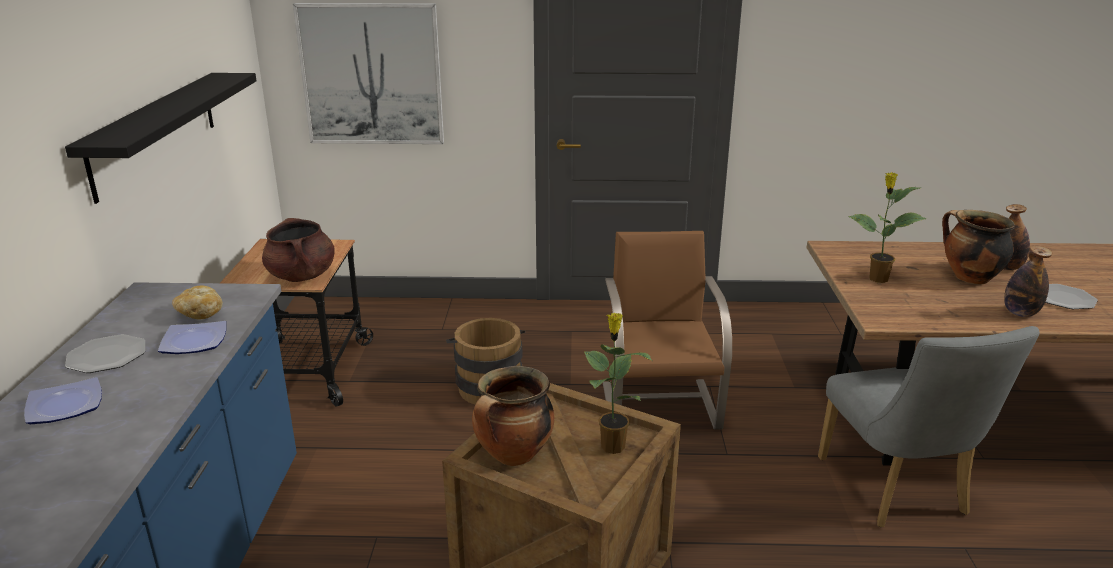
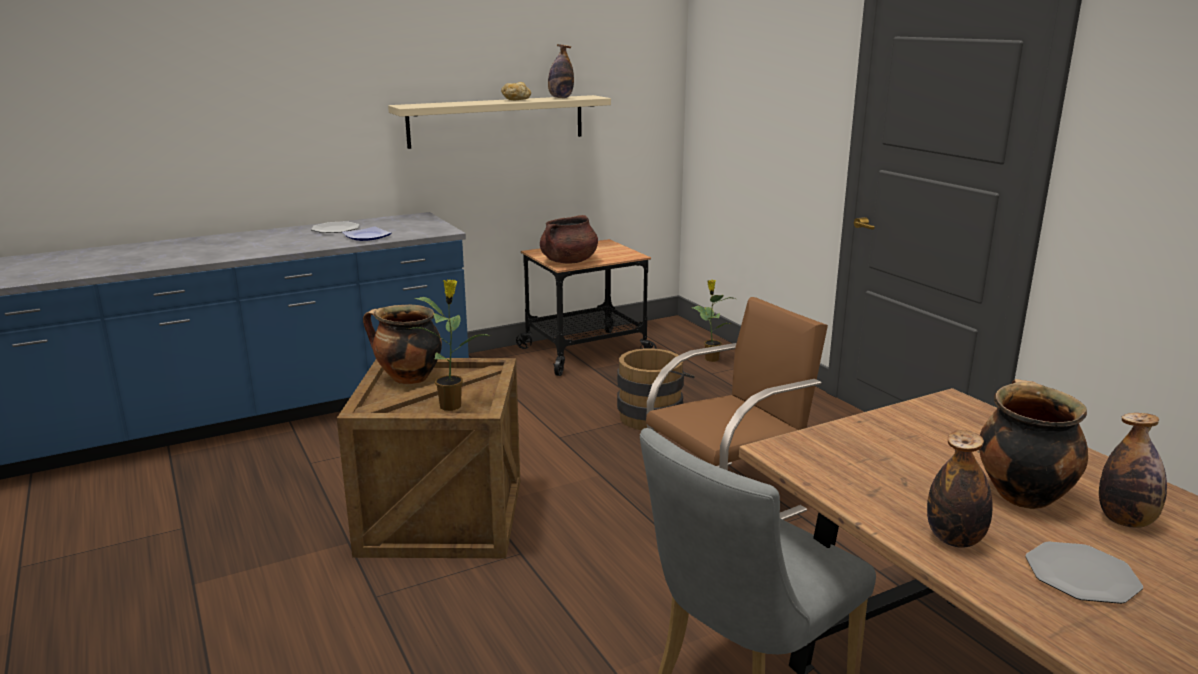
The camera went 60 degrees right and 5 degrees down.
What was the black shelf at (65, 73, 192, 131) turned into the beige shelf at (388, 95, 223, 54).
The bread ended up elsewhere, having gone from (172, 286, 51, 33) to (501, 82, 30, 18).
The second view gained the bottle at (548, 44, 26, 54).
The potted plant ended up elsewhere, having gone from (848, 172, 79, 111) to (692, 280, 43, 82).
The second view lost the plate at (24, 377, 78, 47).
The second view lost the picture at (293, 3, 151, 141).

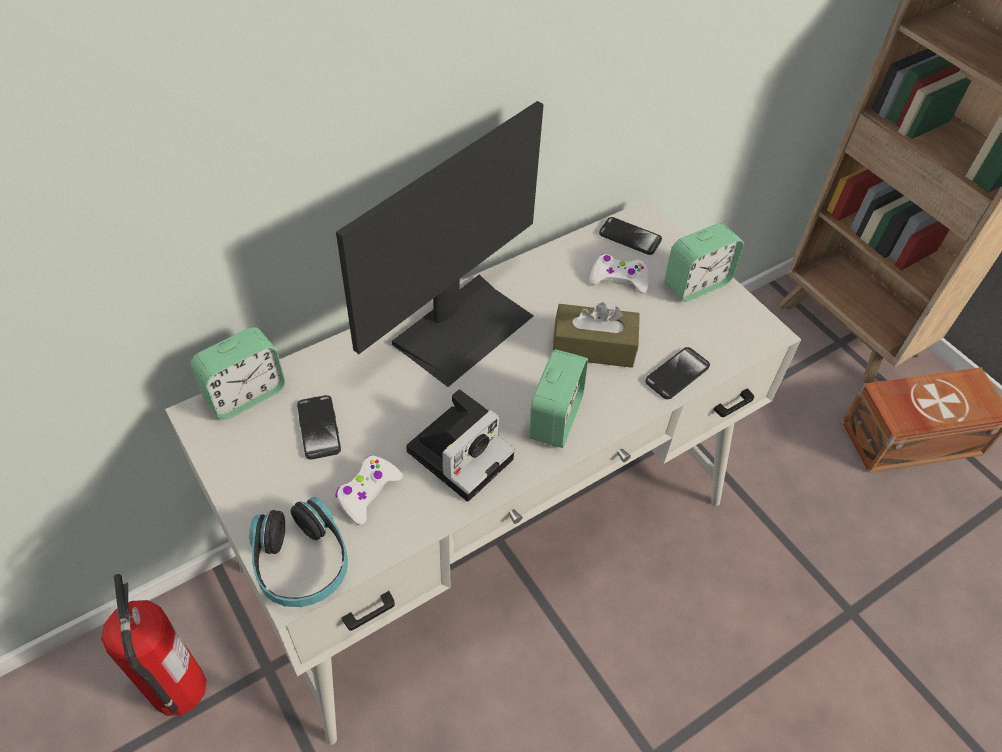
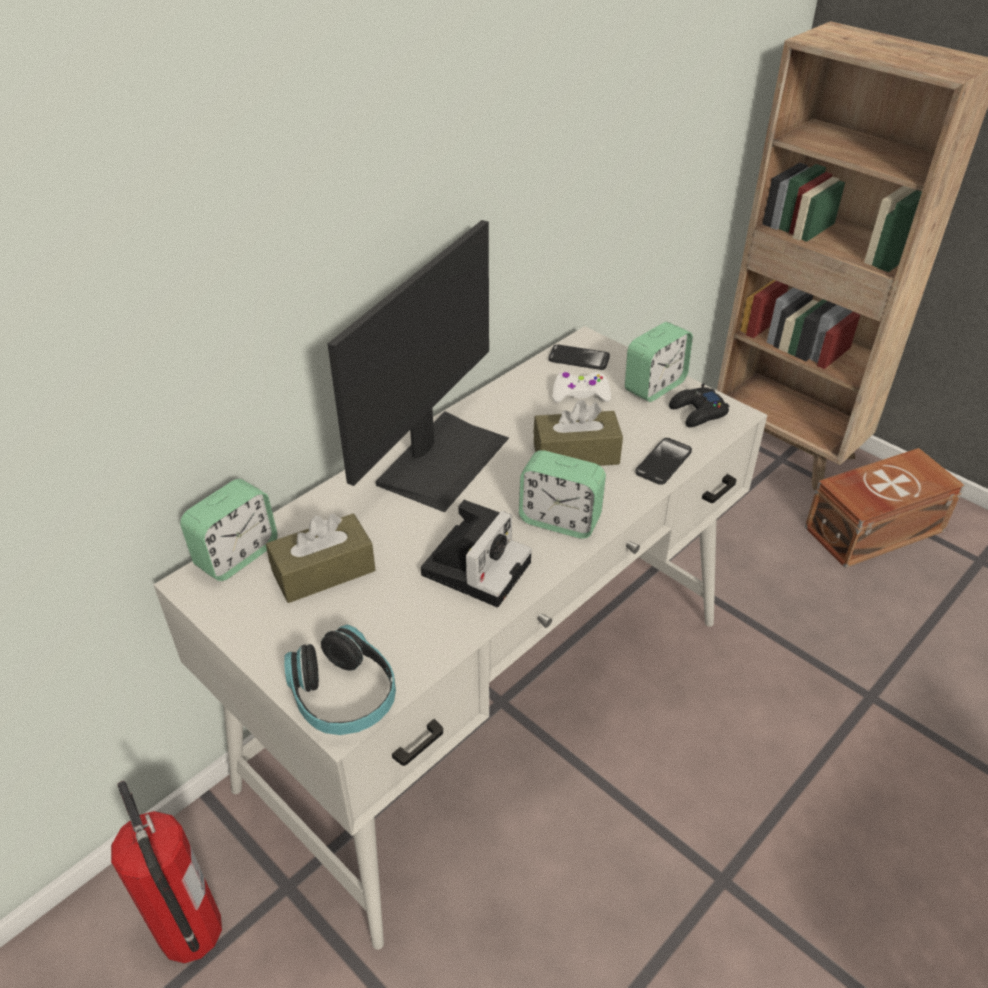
The camera went 10 degrees left and 10 degrees down.
Where the phone stood at (297, 395, 44, 65), the brown tissue box came to stand at (266, 513, 109, 90).
The alarm clock at (529, 349, 59, 99) ended up facing another way, 105 degrees clockwise from before.
The second view gained the black game controller at (669, 384, 61, 43).
The second view lost the white game controller at (335, 456, 68, 69).

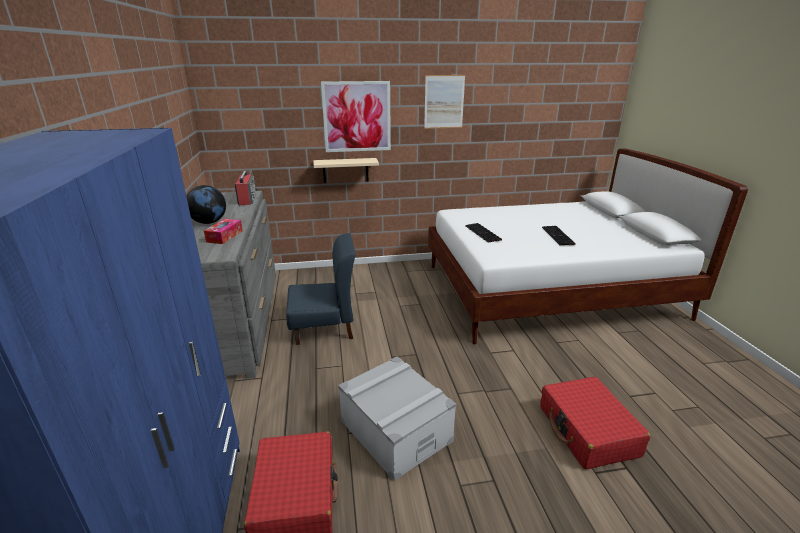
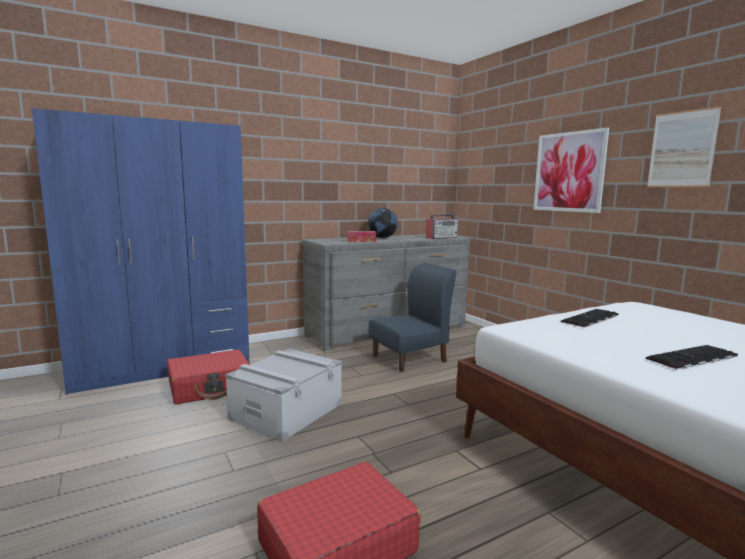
The camera went 70 degrees right and 15 degrees down.
The blue chair at (286, 233, 70, 112) ended up facing another way, 90 degrees counterclockwise from before.
The second view lost the beige shelf at (313, 158, 66, 25).

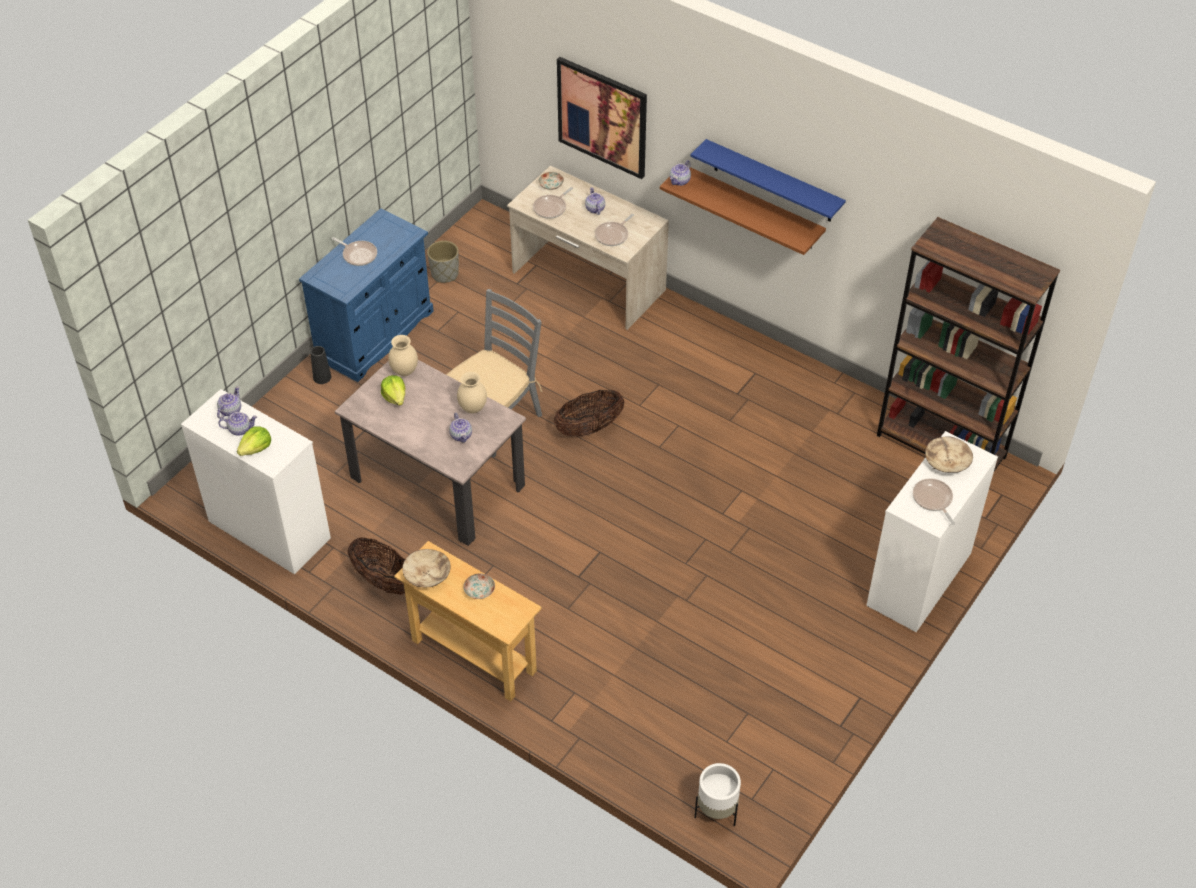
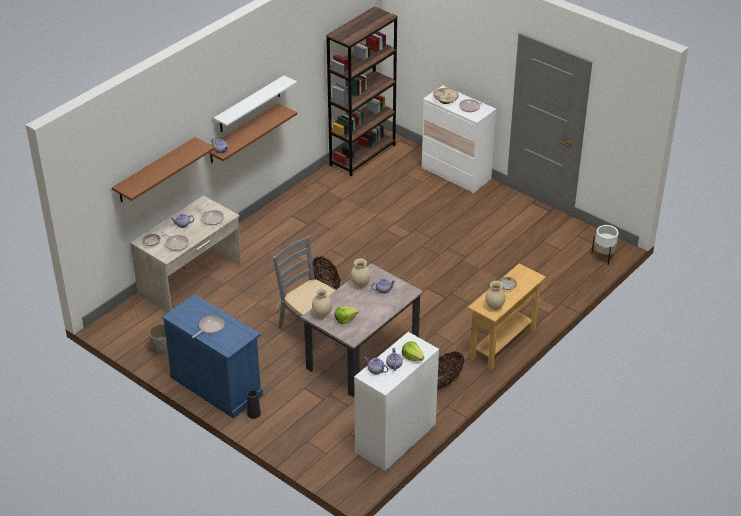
The camera went 85 degrees left and 10 degrees down.
Where the picture hung at (557, 57, 90, 122), the brown shelf came to hang at (112, 137, 103, 65).
What was the blue shelf at (690, 139, 156, 83) turned into the white shelf at (214, 76, 83, 56).
Where the beige bowl stood at (402, 549, 49, 38), the beige vase came to stand at (485, 281, 20, 29).

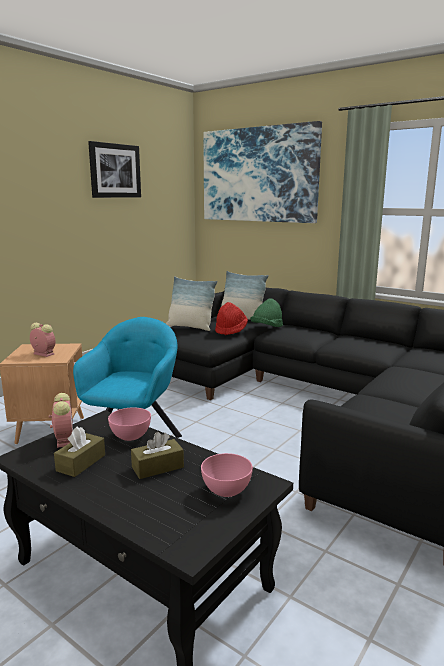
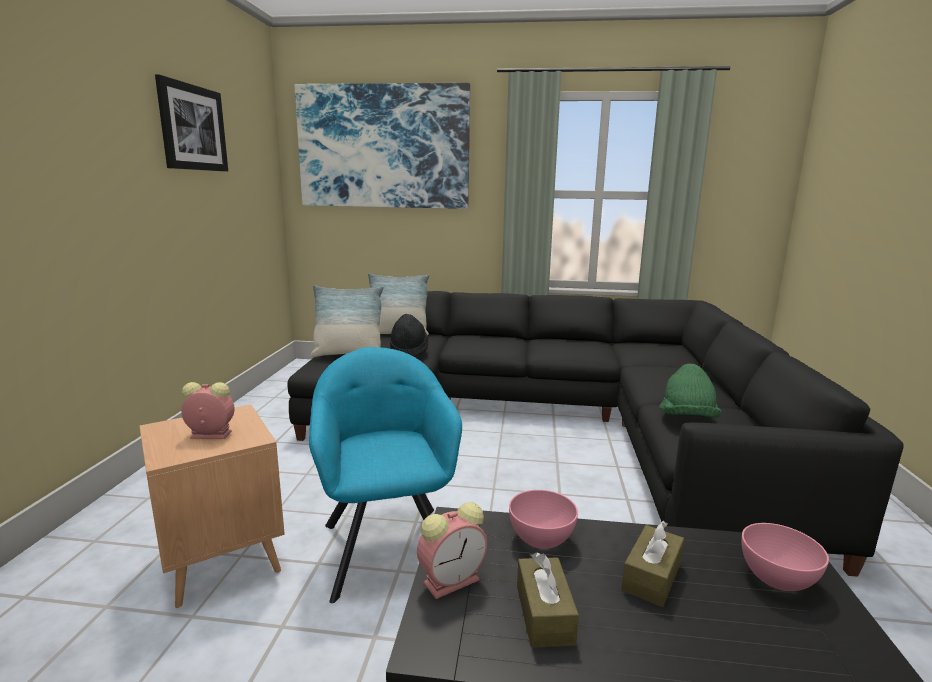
The camera went 30 degrees left and 0 degrees up.
What was the red hat at (215, 302, 33, 33) turned into the black hat at (390, 314, 38, 43).
The alarm clock at (49, 393, 24, 55) ended up facing another way, 105 degrees clockwise from before.
The green hat ended up elsewhere, having gone from (250, 298, 33, 29) to (659, 364, 63, 54).

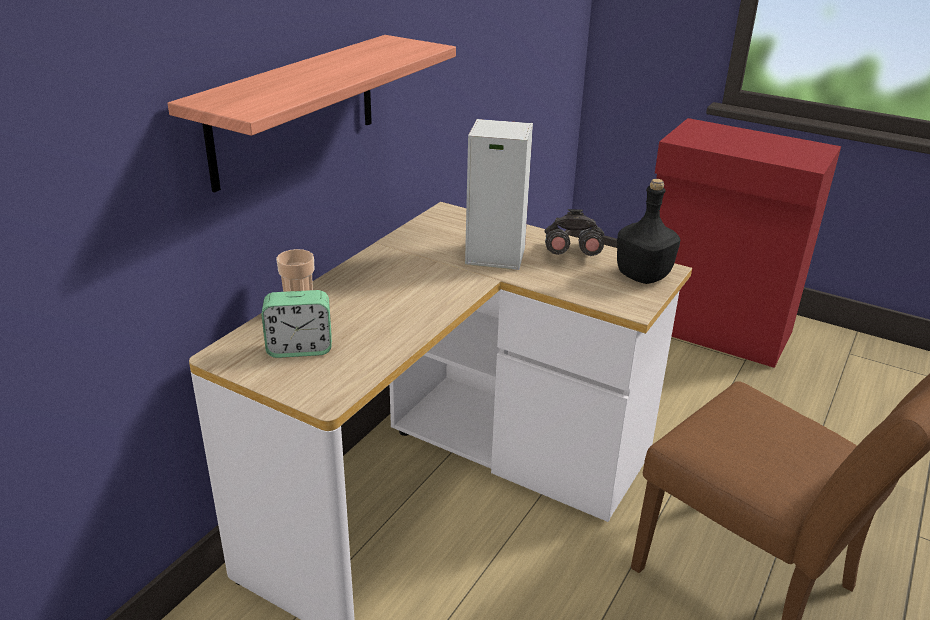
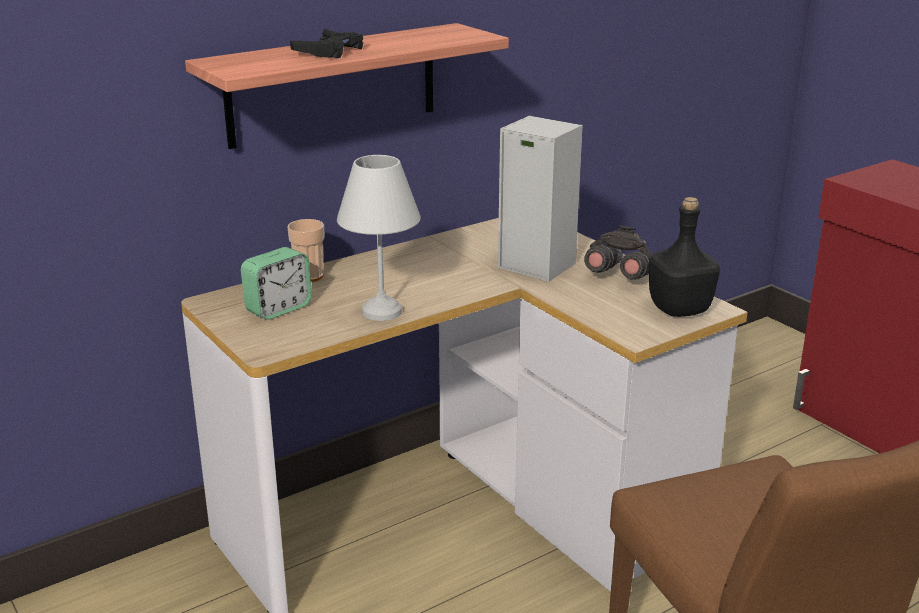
The camera went 25 degrees right and 5 degrees down.
The alarm clock at (262, 290, 70, 68) ended up facing another way, 60 degrees counterclockwise from before.
The second view gained the black game controller at (290, 29, 73, 30).
The second view gained the white table lamp at (337, 155, 84, 166).

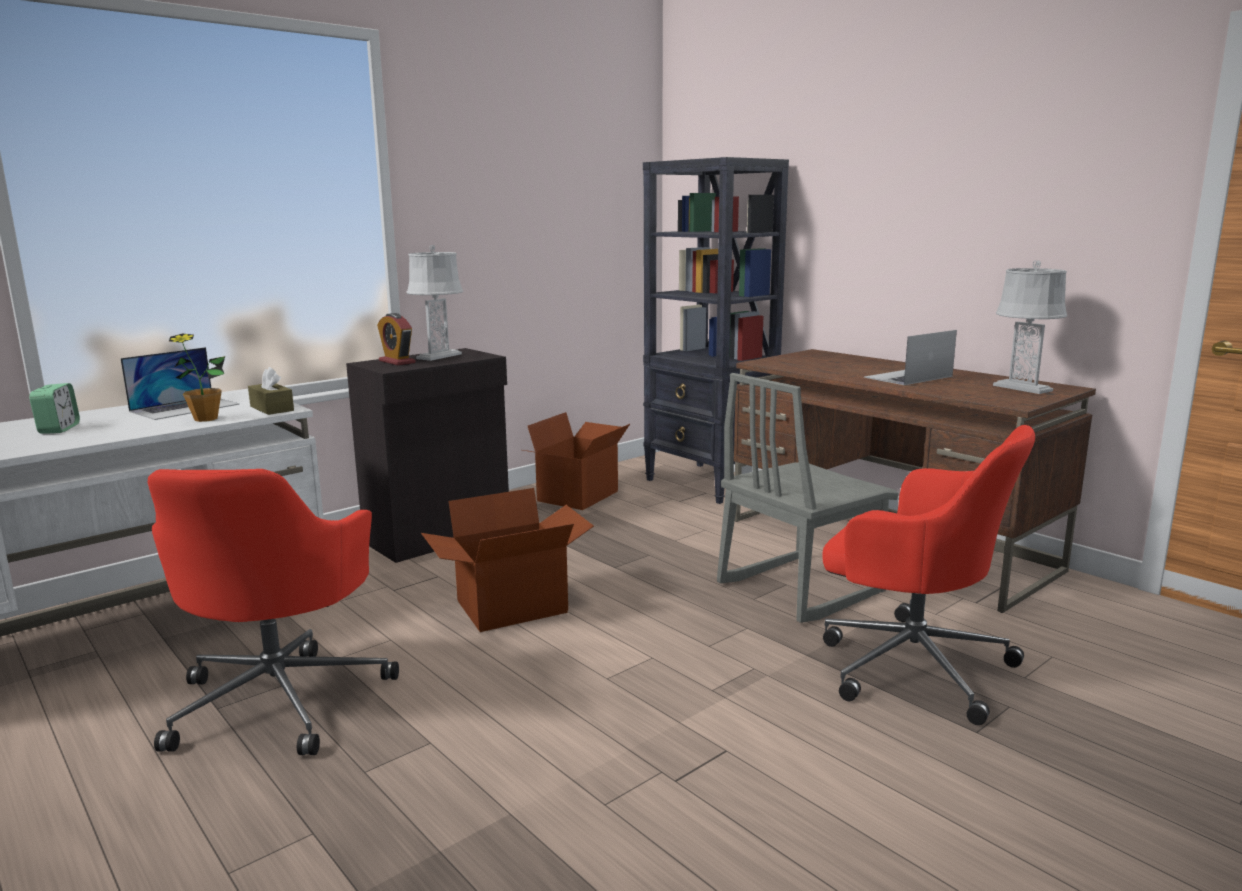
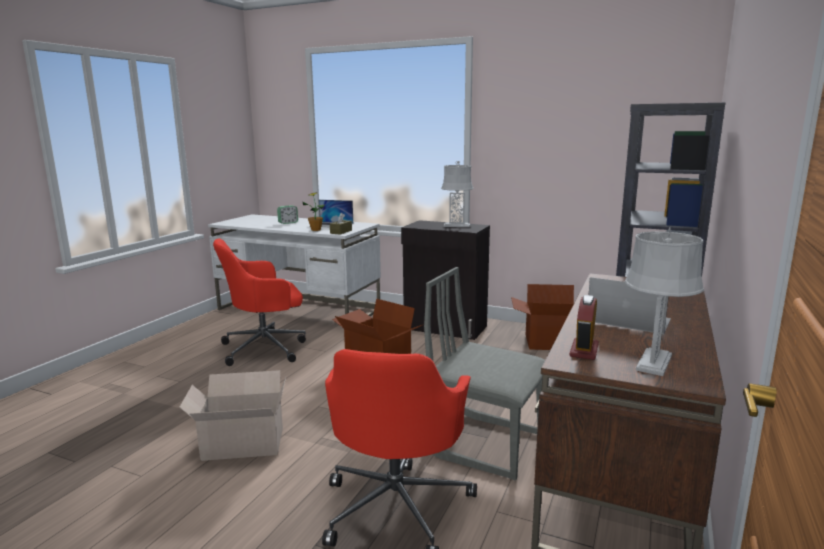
The camera went 65 degrees right and 0 degrees up.
The second view gained the cardboard box at (180, 370, 106, 91).
The alarm clock ended up elsewhere, having gone from (377, 313, 39, 52) to (569, 295, 30, 65).

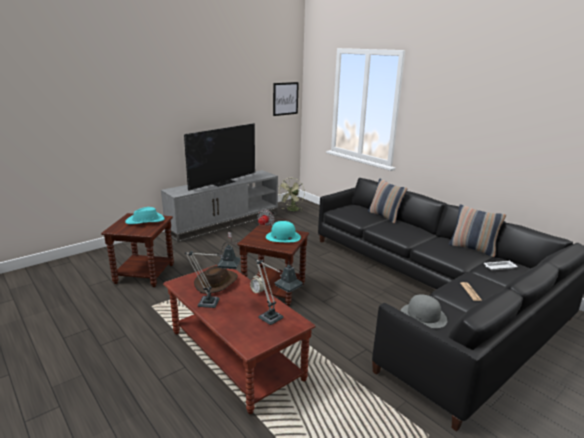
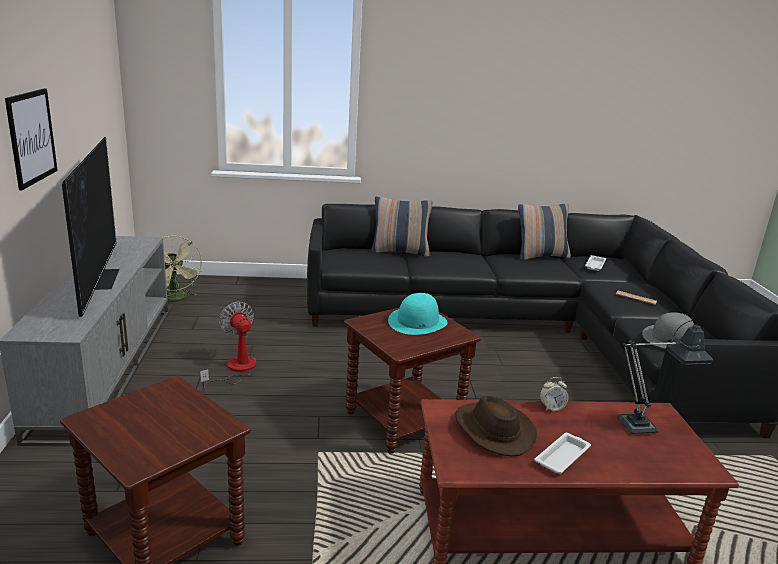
The camera went 55 degrees left and 0 degrees up.
The picture ended up elsewhere, having gone from (273, 82, 26, 34) to (5, 88, 53, 103).
Where the table lamp stood at (185, 242, 55, 66), the white tray came to stand at (534, 433, 57, 41).
The second view lost the turquoise hat at (125, 207, 40, 17).

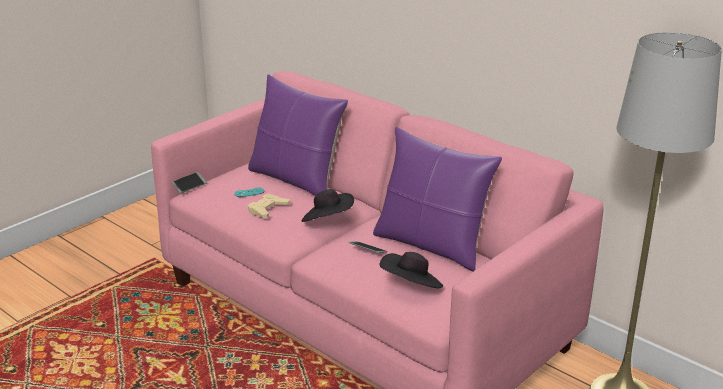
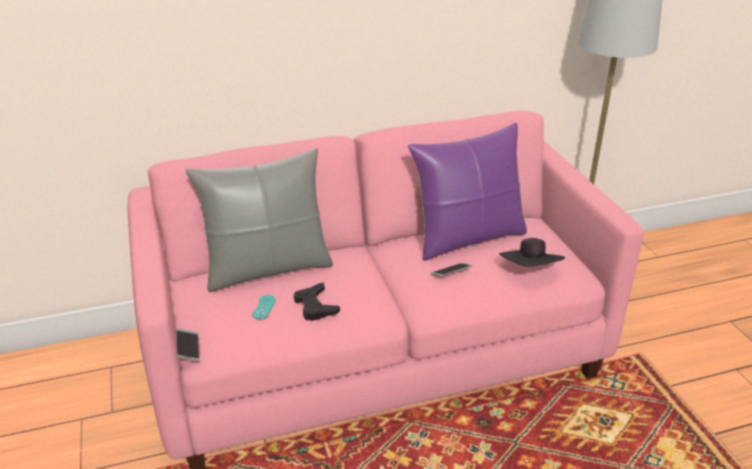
The camera went 60 degrees left and 5 degrees up.
What was the purple pillow at (248, 74, 100, 122) turned into the grey pillow at (185, 148, 148, 144).
What was the beige game controller at (248, 193, 42, 25) turned into the black game controller at (294, 282, 46, 39).
The second view lost the black hat at (301, 189, 53, 33).

